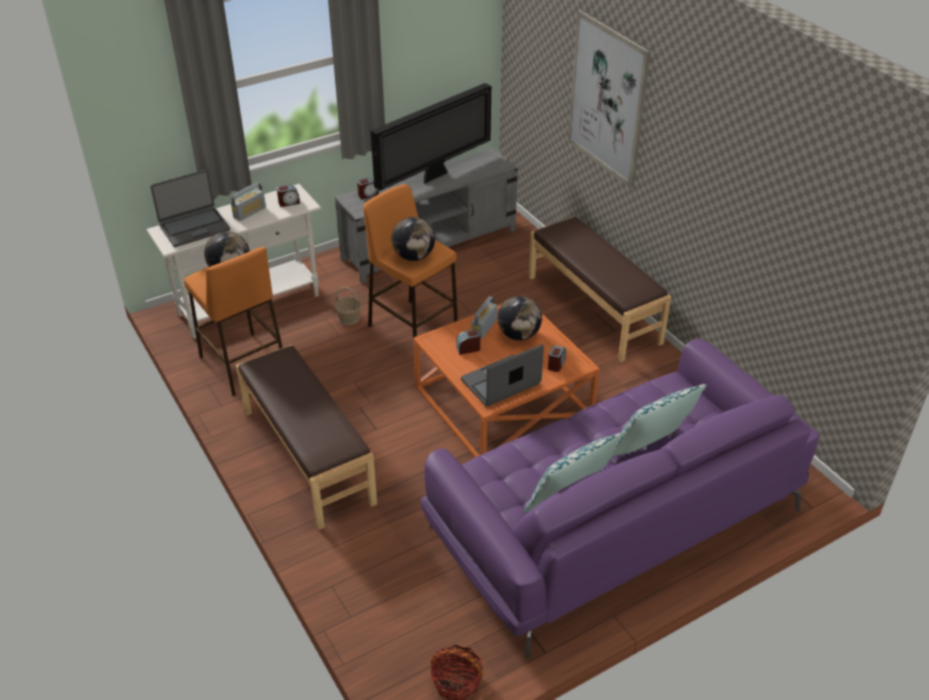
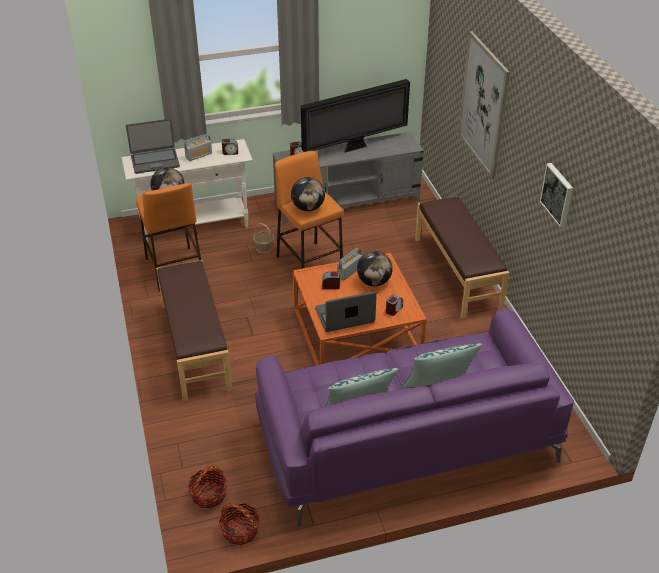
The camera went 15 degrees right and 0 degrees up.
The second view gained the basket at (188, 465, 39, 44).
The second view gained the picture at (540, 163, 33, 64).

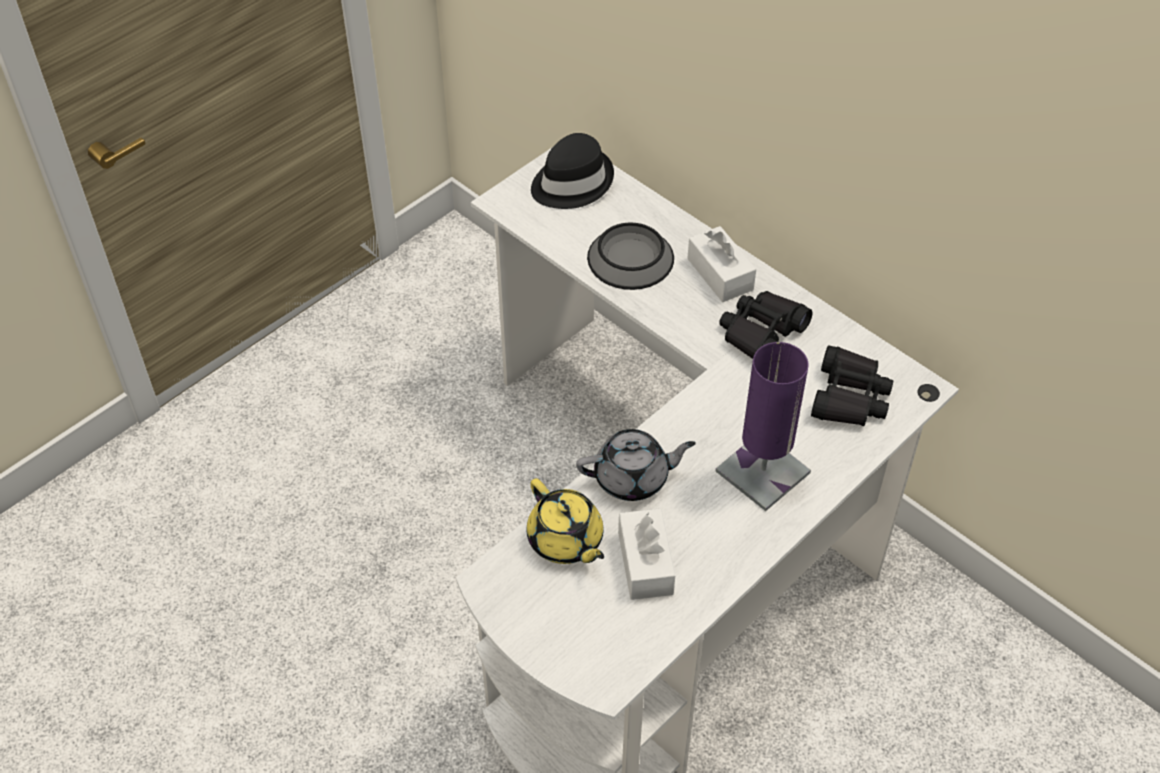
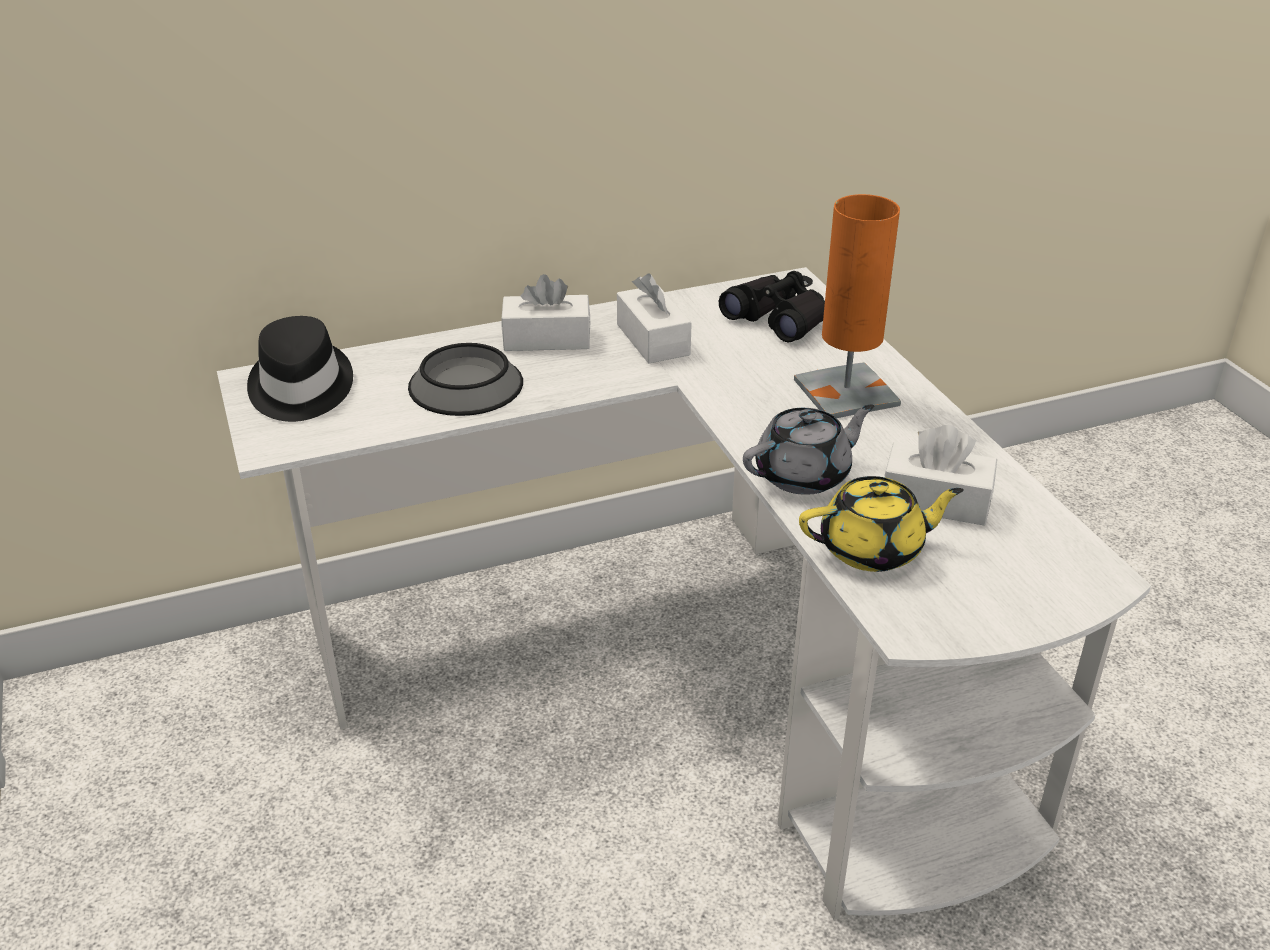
The camera went 65 degrees left and 15 degrees down.
Where the black binoculars stood at (719, 291, 94, 68), the white tissue box came to stand at (617, 273, 75, 90).
The grey teapot at (576, 429, 120, 72) ended up facing another way, 45 degrees clockwise from before.
What was the purple table lamp at (716, 342, 95, 169) turned into the orange table lamp at (794, 194, 107, 224).

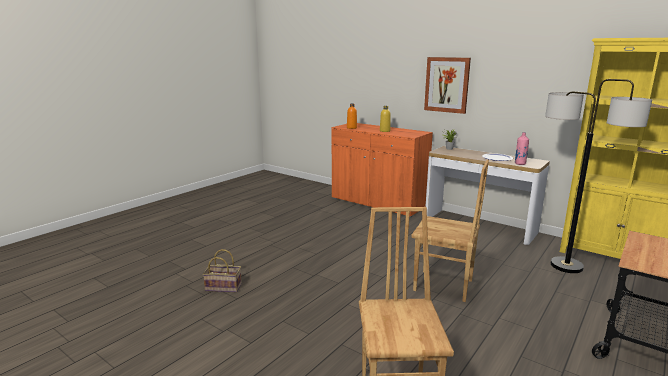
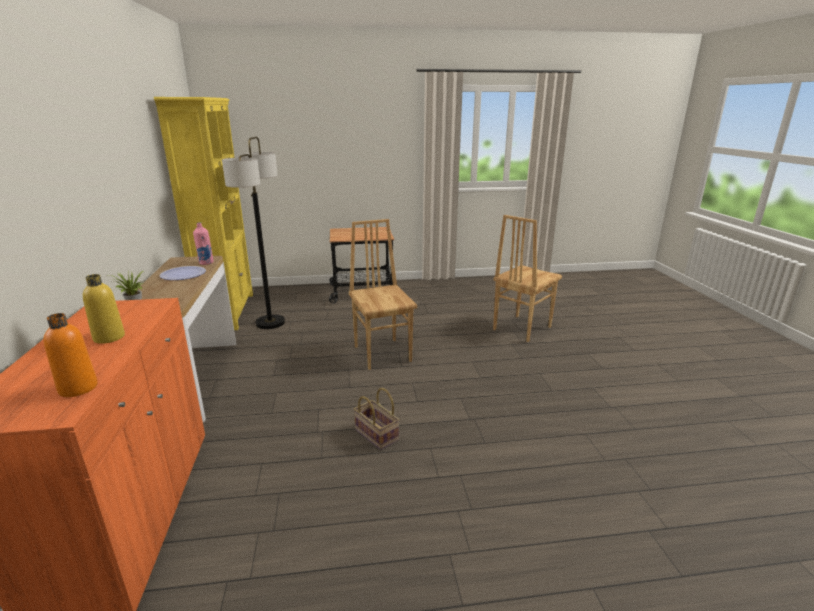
The camera went 135 degrees left and 5 degrees up.
The basket ended up elsewhere, having gone from (203, 249, 39, 43) to (354, 388, 45, 62).
The second view lost the picture at (424, 57, 47, 57).

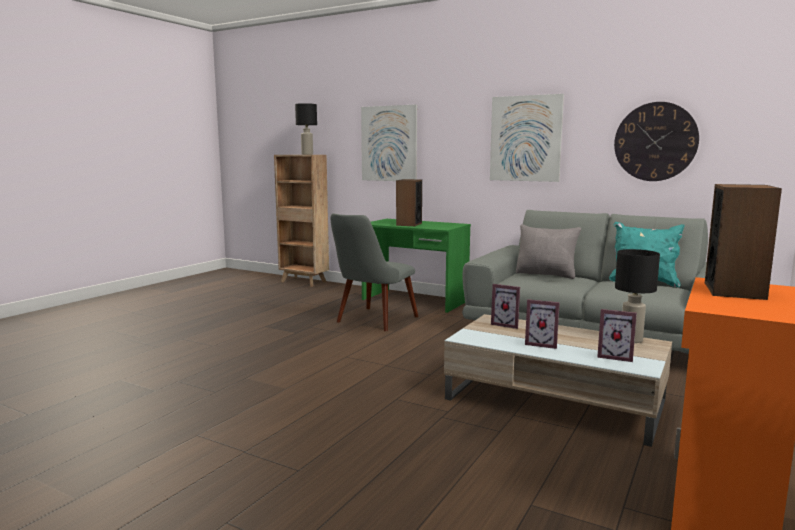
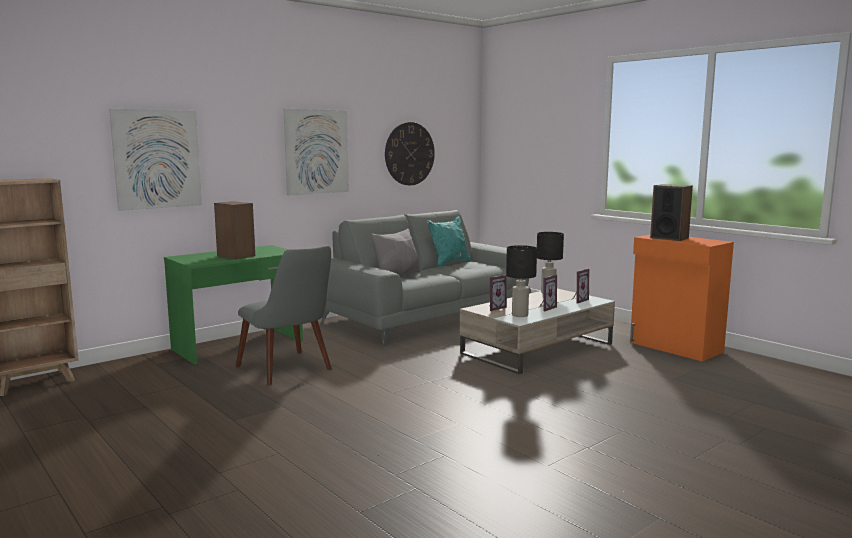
The camera went 70 degrees left and 0 degrees up.
The black table lamp ended up elsewhere, having gone from (295, 103, 22, 52) to (506, 245, 31, 72).

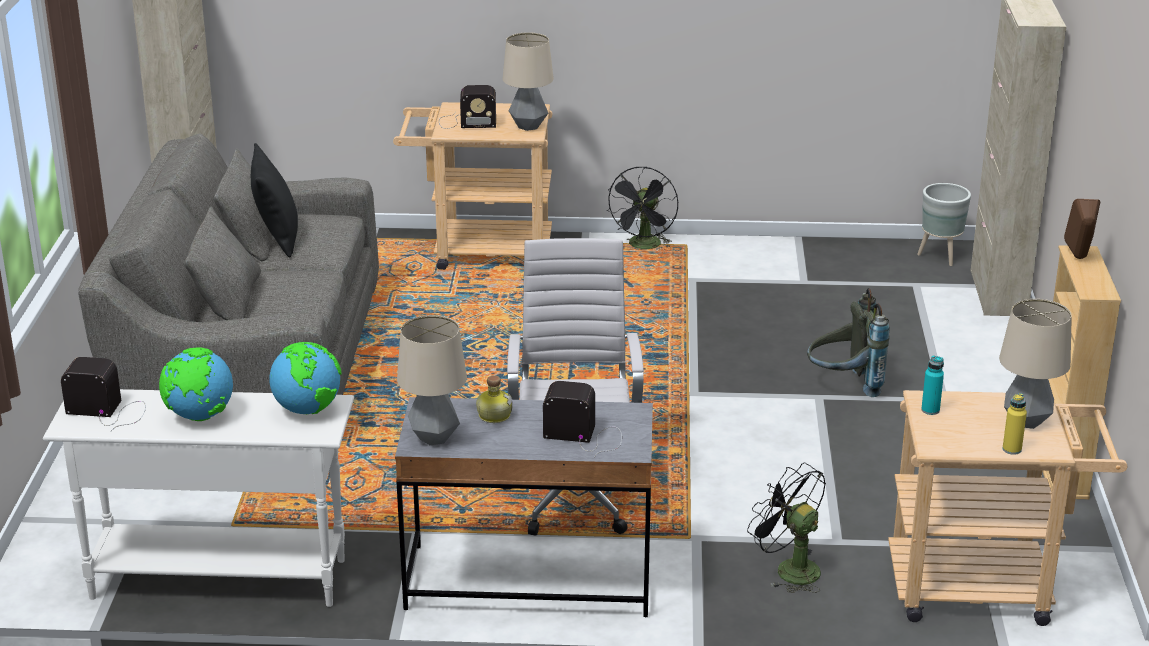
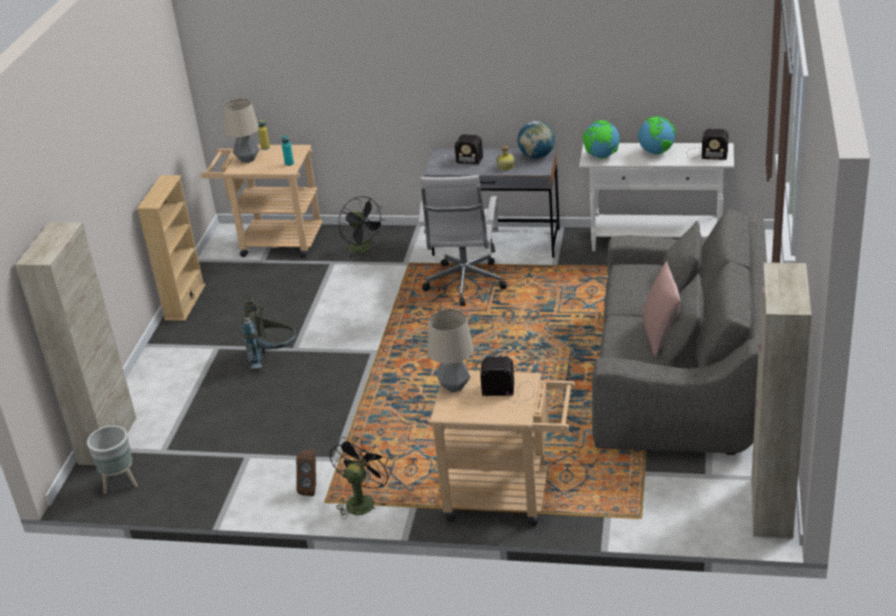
The camera went 170 degrees left and 5 degrees up.
The brown speaker ended up elsewhere, having gone from (1064, 199, 37, 60) to (296, 449, 20, 47).
Where the table lamp stood at (397, 315, 70, 130), the globe came to stand at (518, 121, 37, 37).
What was the black pillow at (251, 143, 47, 114) turned into the pink pillow at (643, 262, 37, 95).

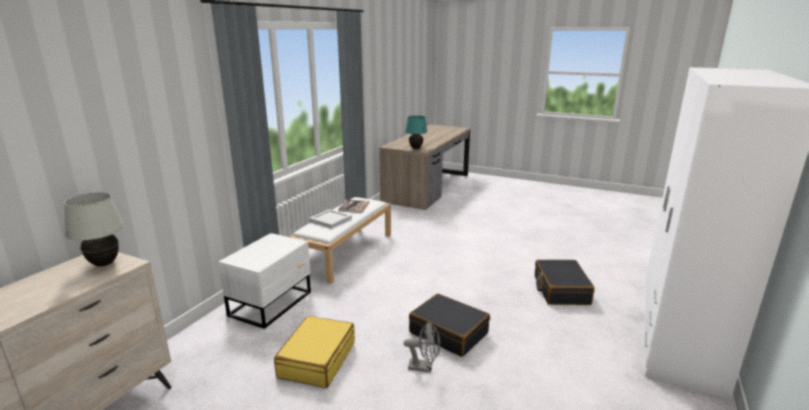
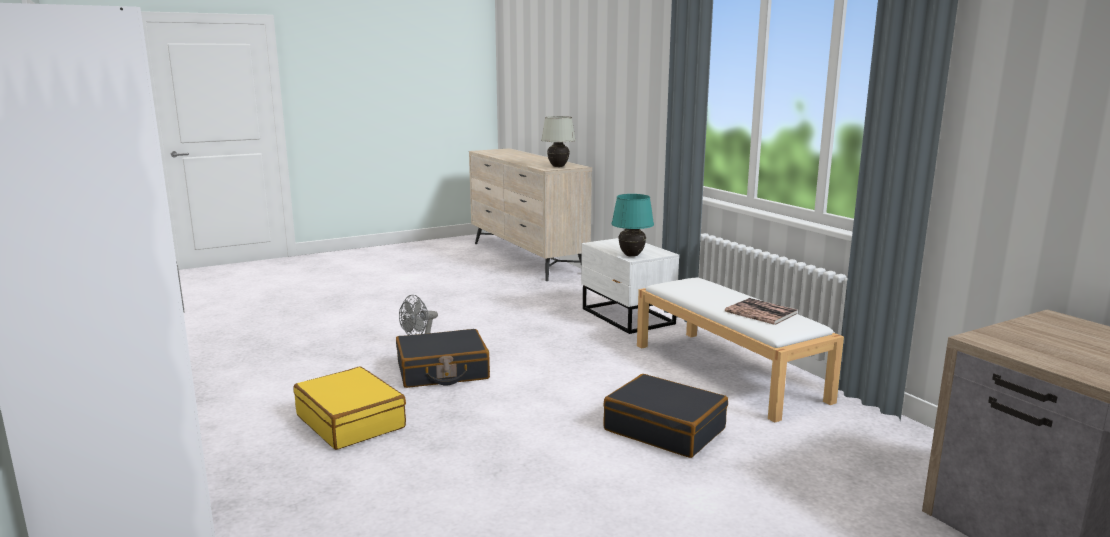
The camera went 125 degrees right and 5 degrees down.
The yellow suitcase ended up elsewhere, having gone from (274, 316, 81, 72) to (294, 367, 112, 83).
The black suitcase ended up elsewhere, having gone from (535, 260, 60, 45) to (603, 374, 125, 84).
The turquoise table lamp ended up elsewhere, having gone from (405, 116, 22, 33) to (611, 194, 43, 63).
The second view lost the white tray at (309, 209, 43, 20).

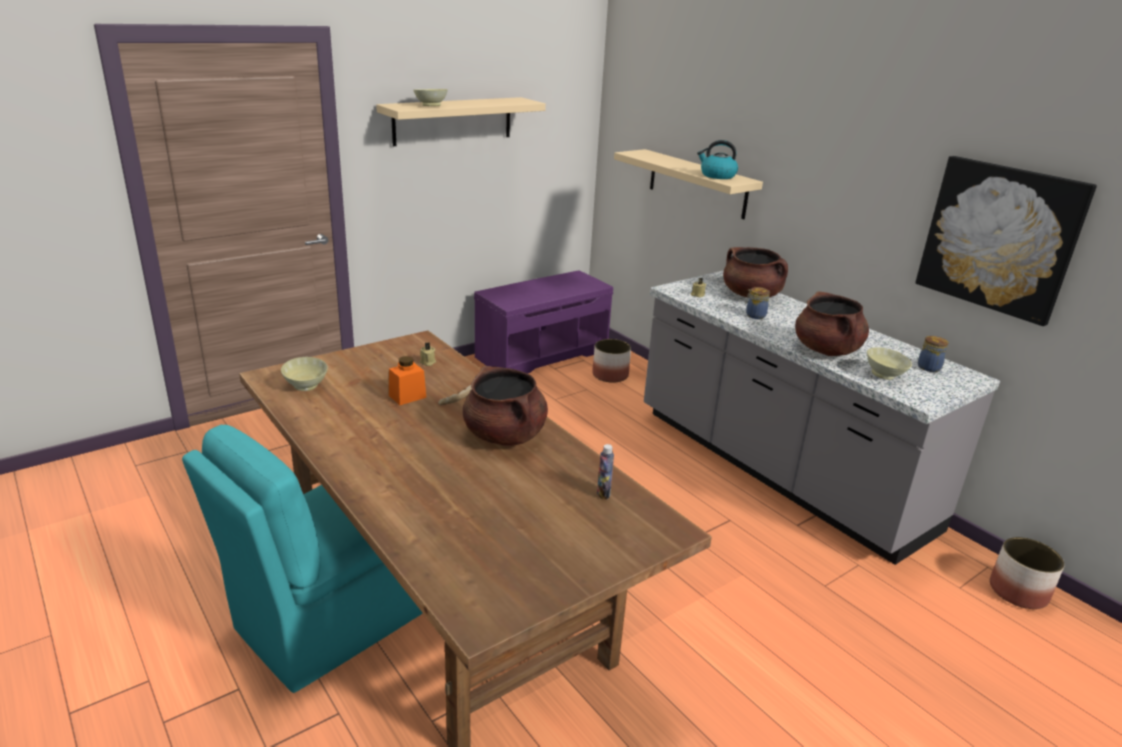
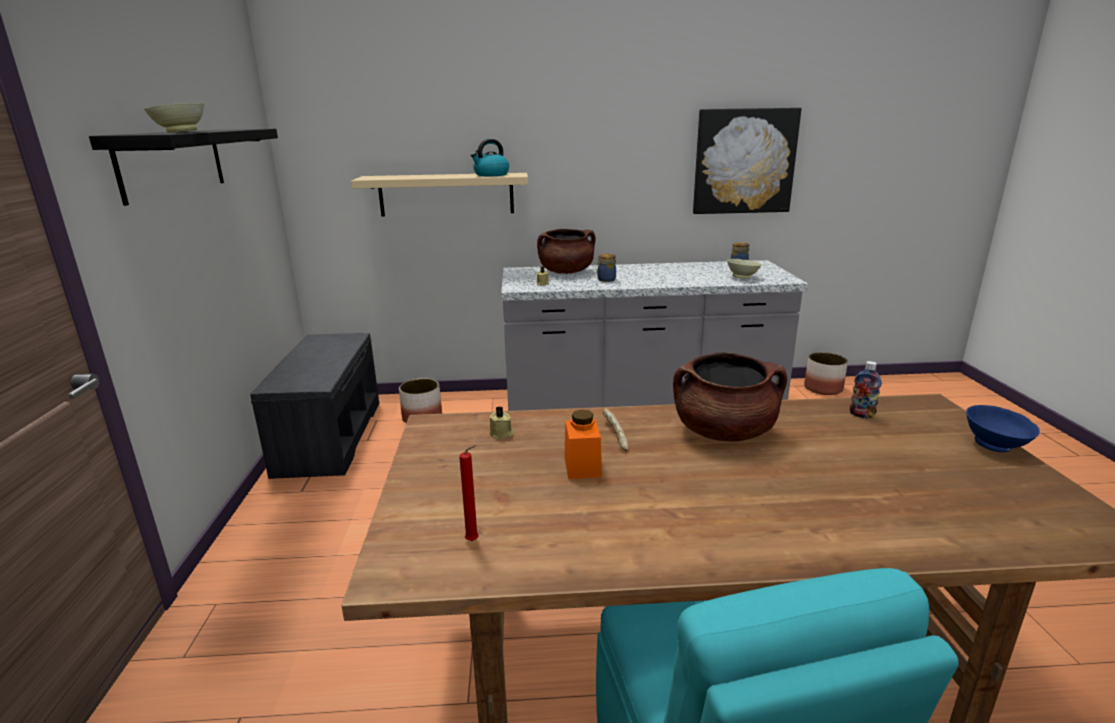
The camera went 55 degrees left and 5 degrees down.
What was the beige shelf at (376, 97, 170, 49) turned into the black shelf at (89, 129, 189, 77).
What was the purple bench at (474, 270, 139, 103) turned into the grey bench at (250, 333, 129, 146).
Where the beige bowl stood at (281, 357, 47, 34), the red candle came to stand at (459, 445, 20, 96).
The second view gained the blue bowl at (966, 405, 74, 47).
The second view lost the brown cooking pot at (795, 291, 74, 65).

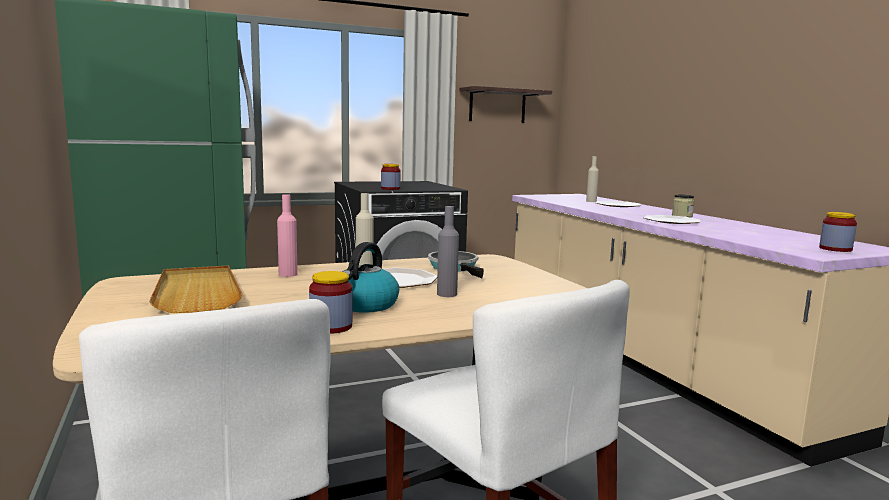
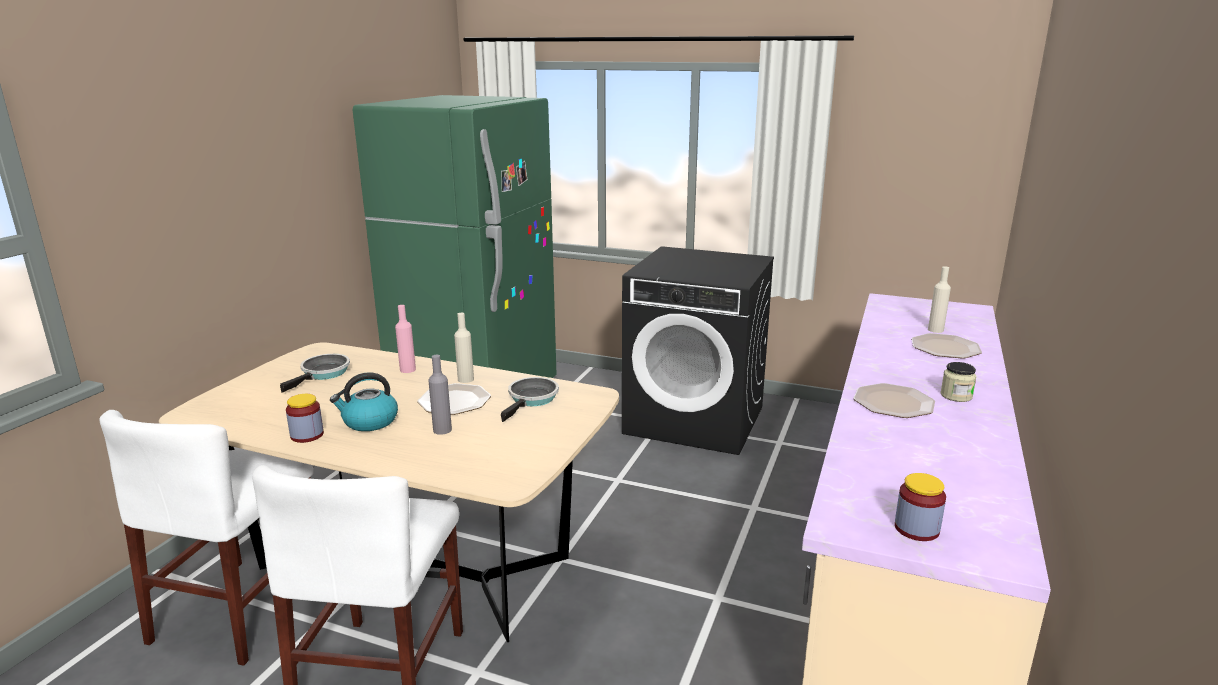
The camera went 45 degrees right and 10 degrees up.
Where the beige tray stood at (149, 265, 94, 48), the frying pan came to stand at (280, 354, 70, 39).
The second view lost the jar at (381, 164, 19, 26).
The second view lost the shelf at (459, 86, 93, 37).

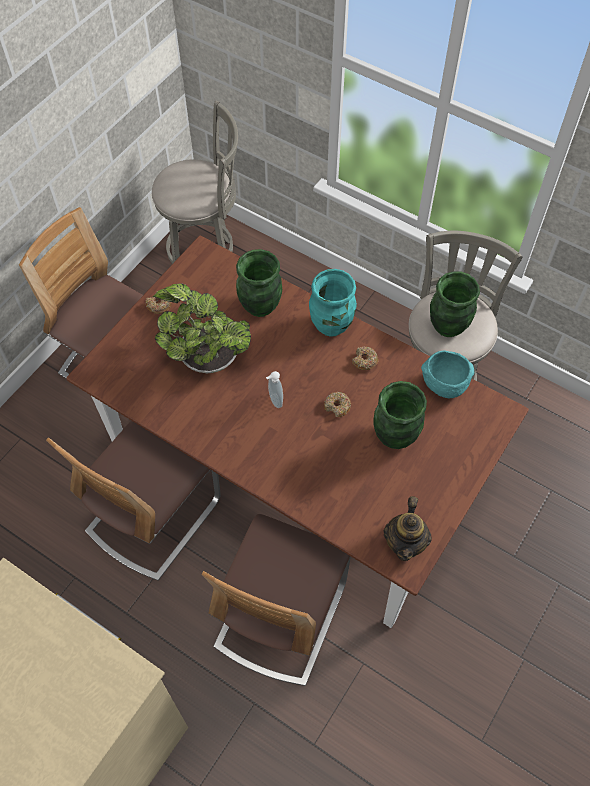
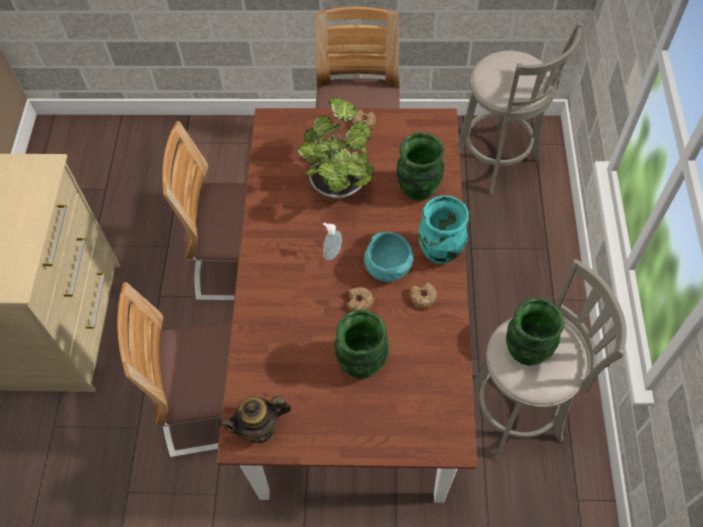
The camera went 60 degrees right and 0 degrees up.
The turquoise bowl ended up elsewhere, having gone from (421, 350, 53, 48) to (364, 232, 49, 50).

